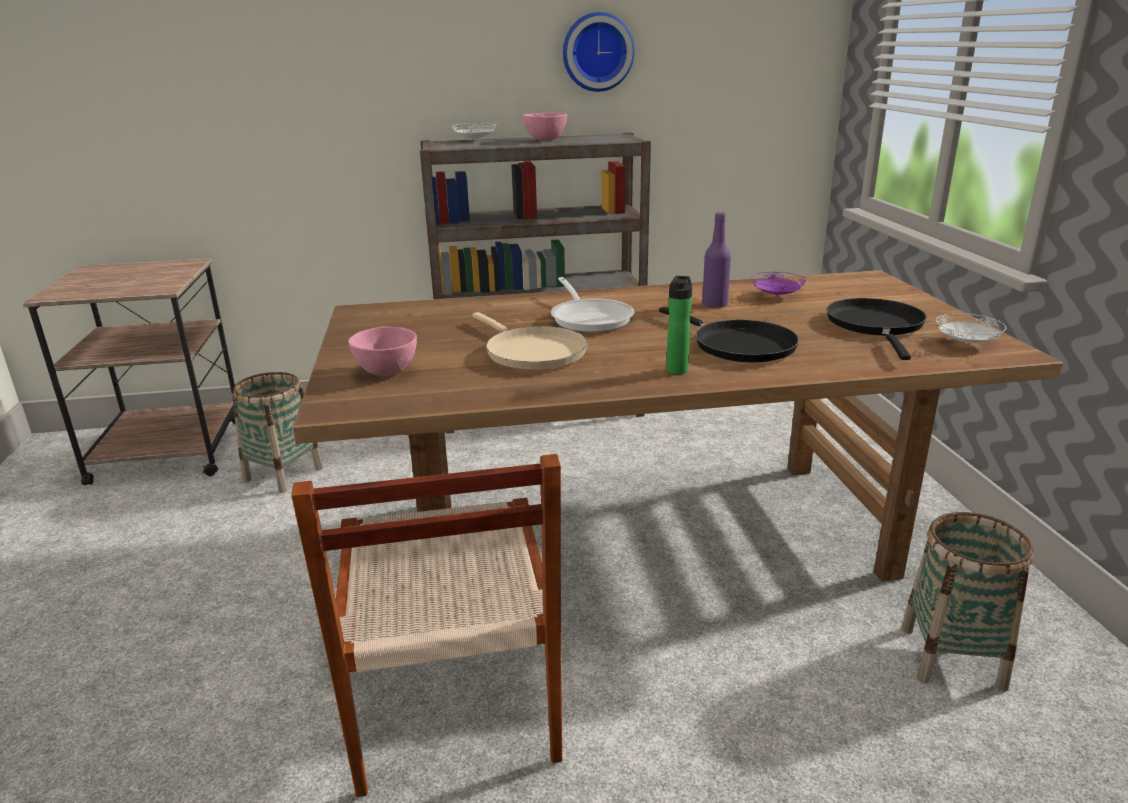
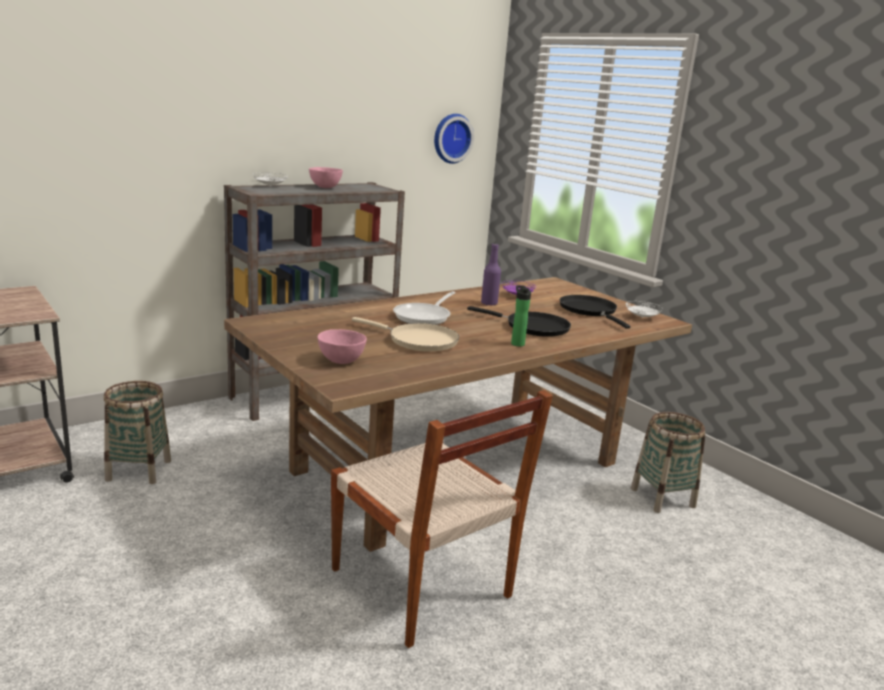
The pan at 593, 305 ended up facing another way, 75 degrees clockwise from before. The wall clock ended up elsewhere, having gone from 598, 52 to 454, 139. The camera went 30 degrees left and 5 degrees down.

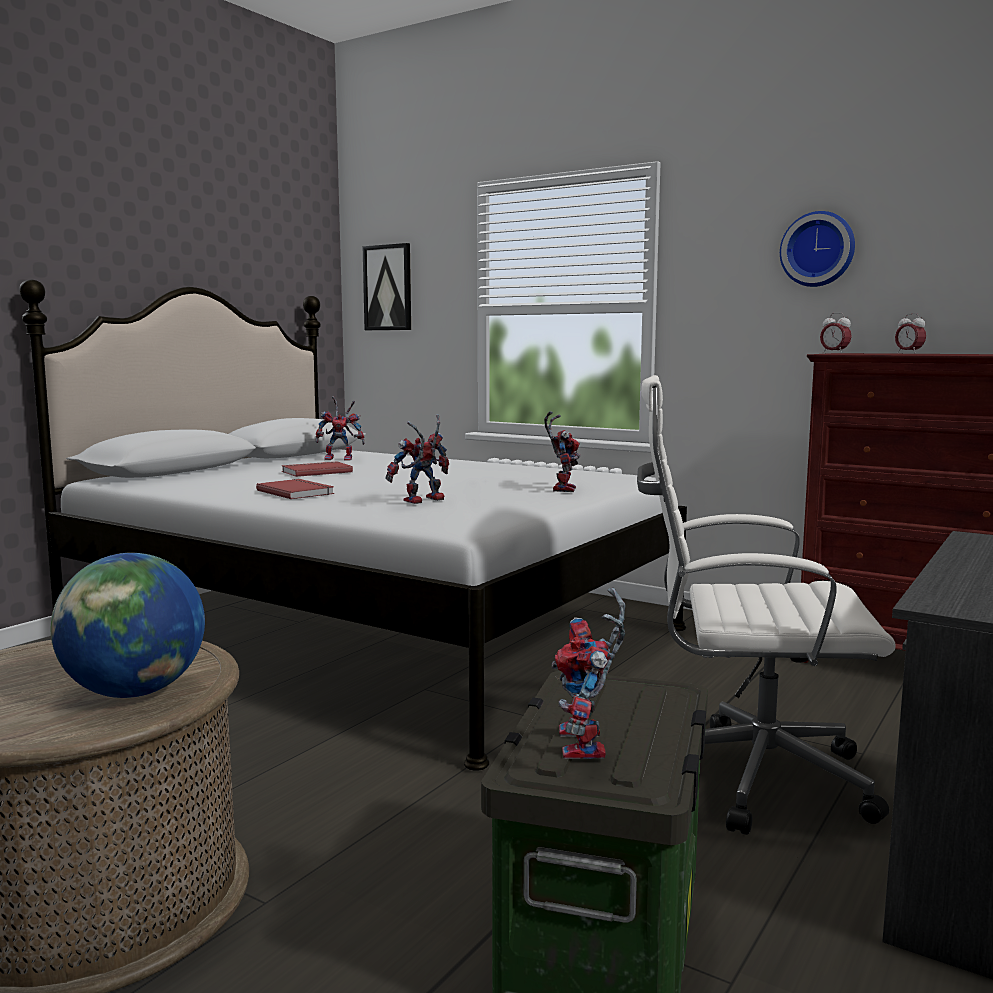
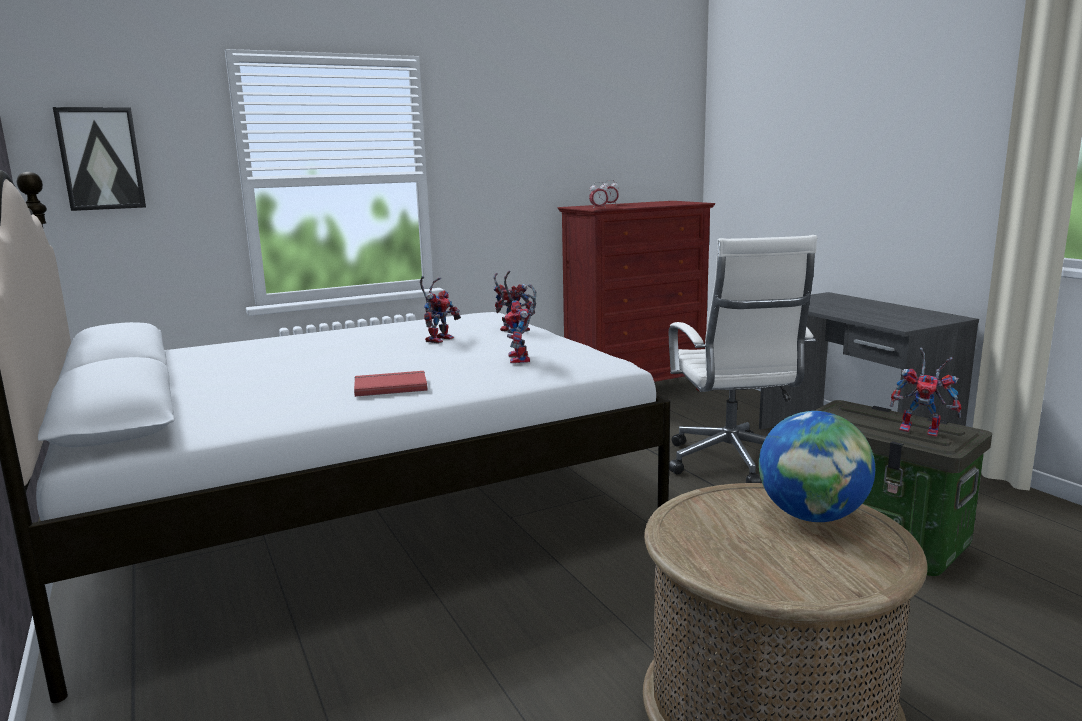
The toy robot ended up elsewhere, having gone from 339, 428 to 440, 310. The white desk chair at 766, 605 ended up facing another way, 45 degrees counterclockwise from before. The second view lost the red bound book at 317, 469. The second view lost the wall clock at 817, 249. The camera went 60 degrees left and 5 degrees up.

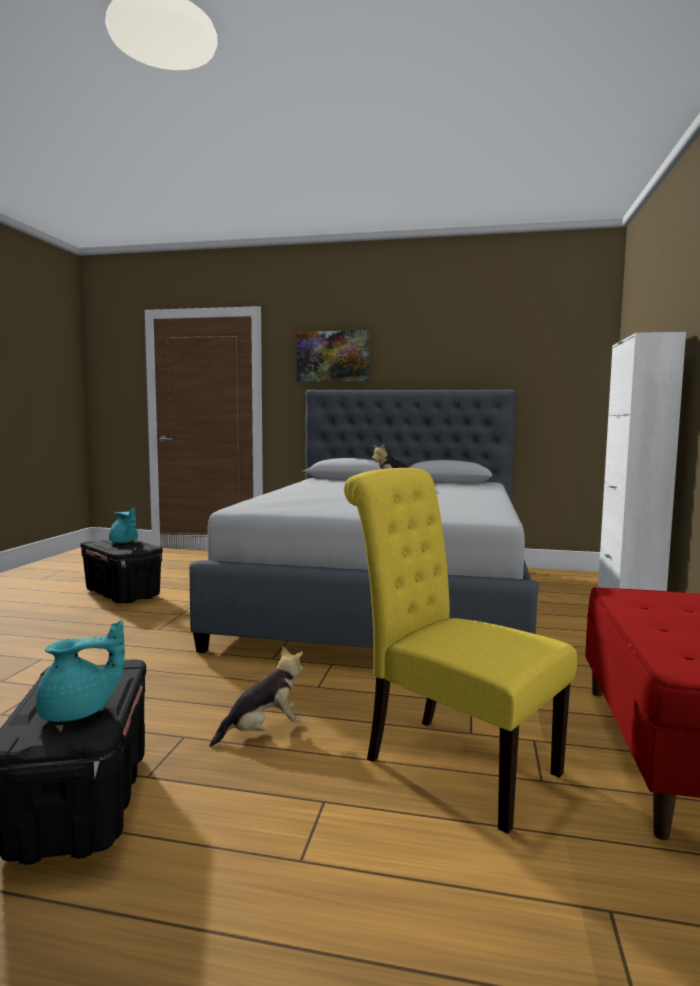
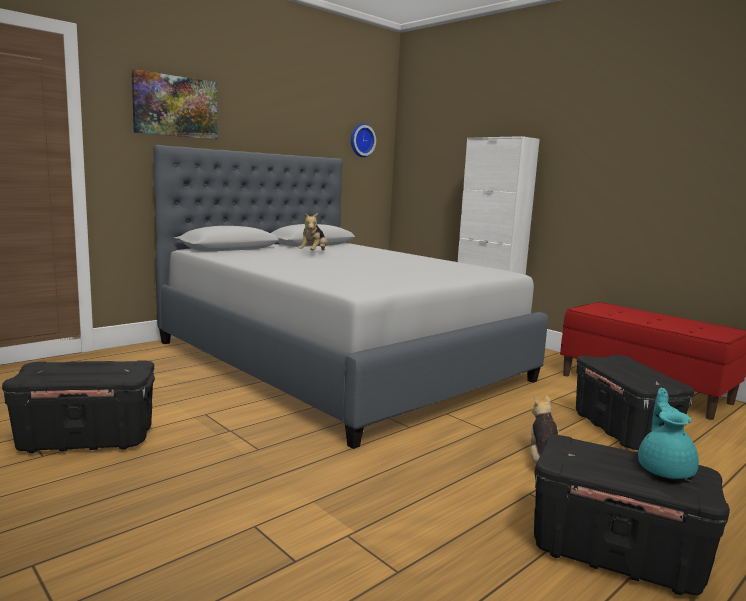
The second view gained the wall clock at 363, 140. Where the yellow-coloured chair stood at 460, 651, the blackish storage bin came to stand at 635, 402. The second view lost the blue-green teapot at 123, 525. The camera went 55 degrees left and 5 degrees up.

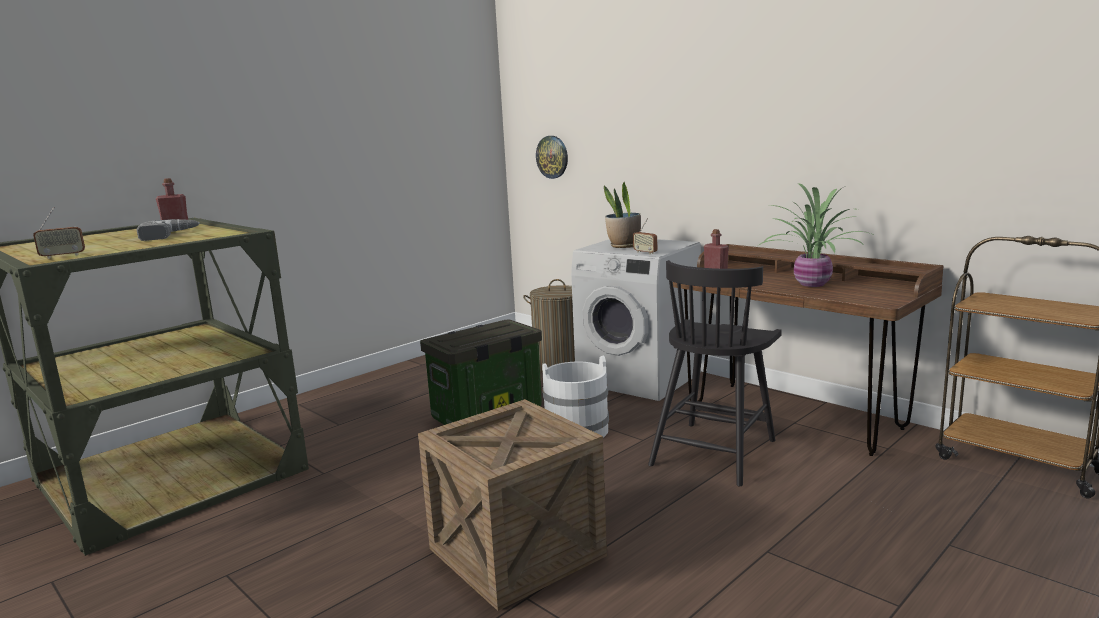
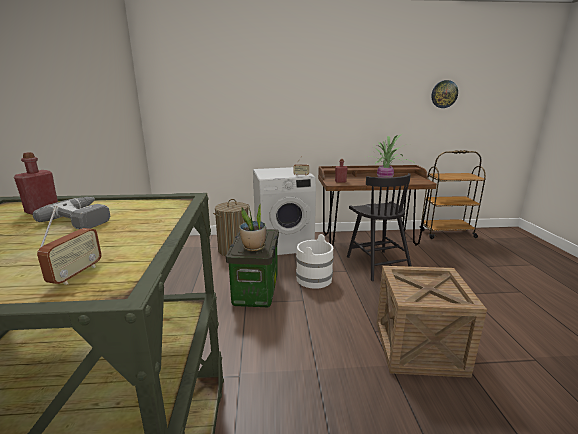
The potted plant ended up elsewhere, having gone from 622, 215 to 252, 227. The wall clock ended up elsewhere, having gone from 552, 157 to 444, 94. The camera went 50 degrees left and 5 degrees up.

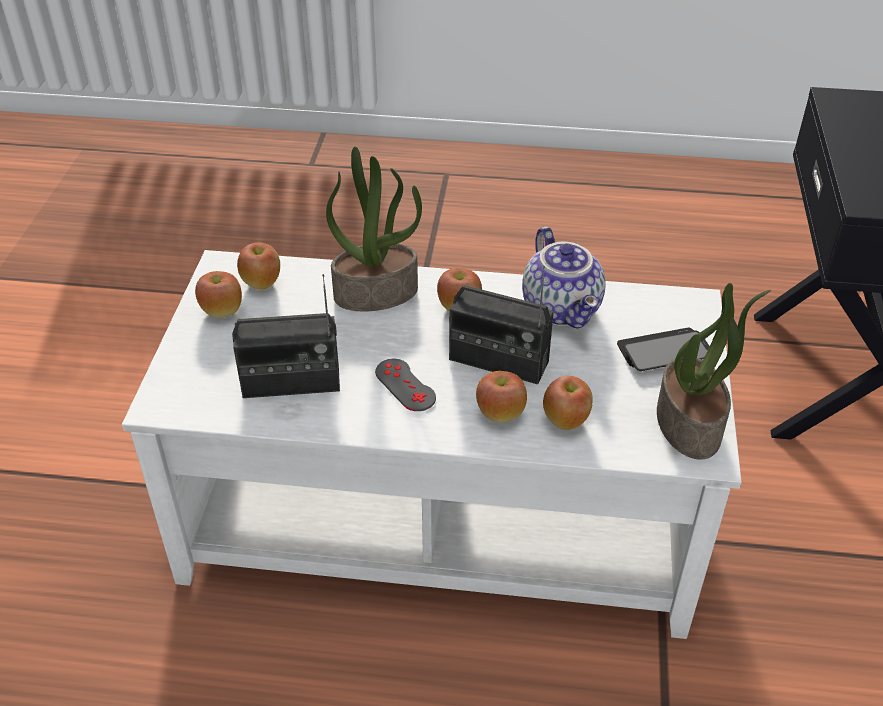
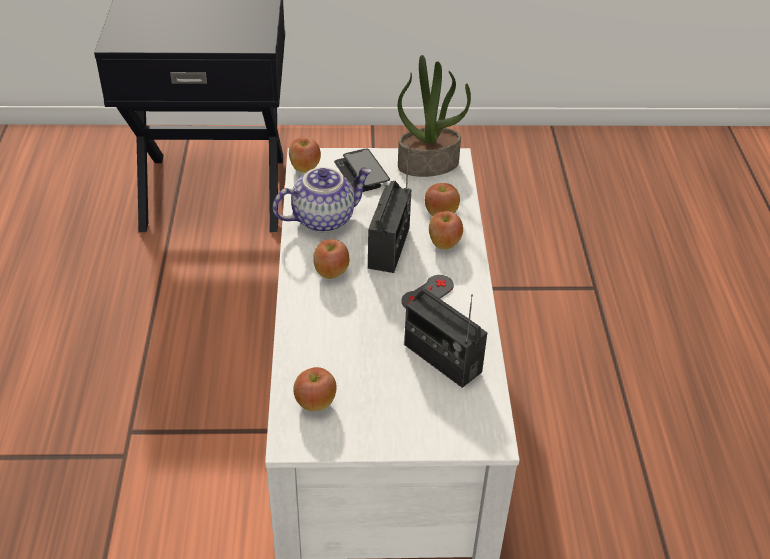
The apple ended up elsewhere, having gone from 218, 294 to 305, 155. The radio at 286, 336 ended up facing another way, 150 degrees clockwise from before. The second view lost the potted plant at 374, 229. The camera went 100 degrees left and 0 degrees up.

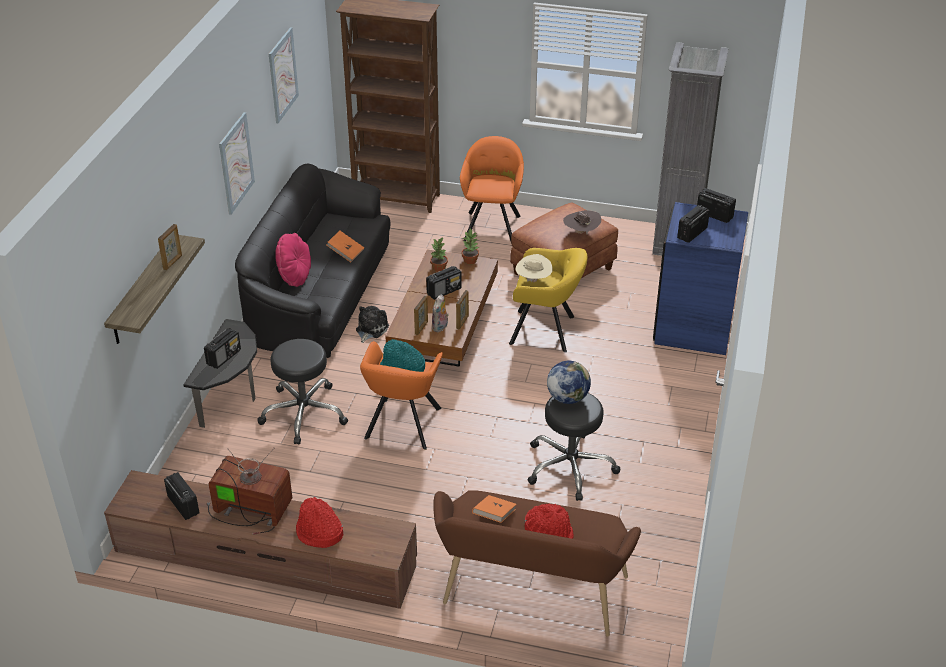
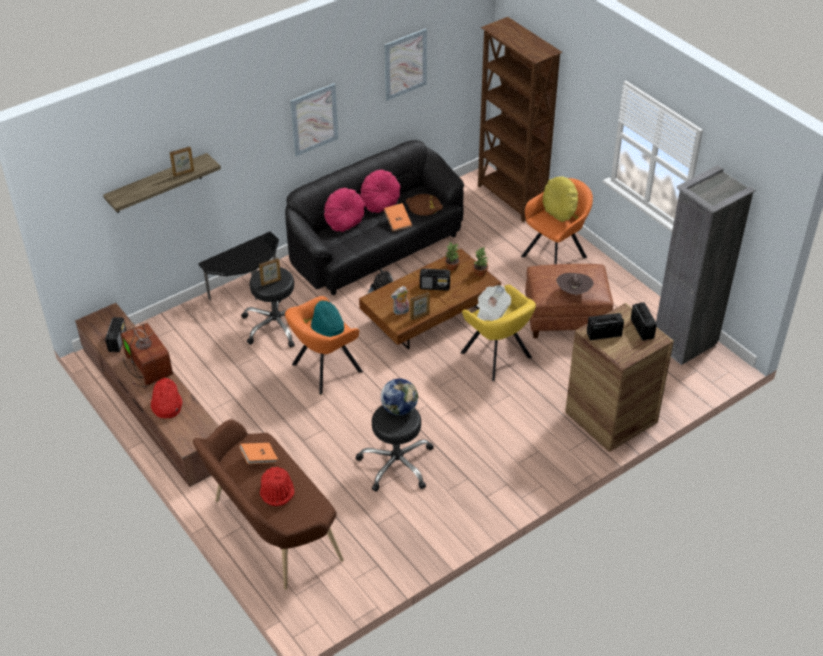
The picture frame ended up elsewhere, having gone from 421, 315 to 270, 272. The second view gained the pinkish pillow at 380, 191. The second view gained the brown carrying tray at 424, 205. Where the beige clothing hat stood at 534, 268, the daily paper came to stand at 494, 303. The second view gained the yellow-coloured pillow at 560, 199. What was the bluish cabinet at 700, 278 turned into the brown cabinet at 619, 377. The second view lost the radio at 222, 348. The camera went 40 degrees right and 5 degrees up.

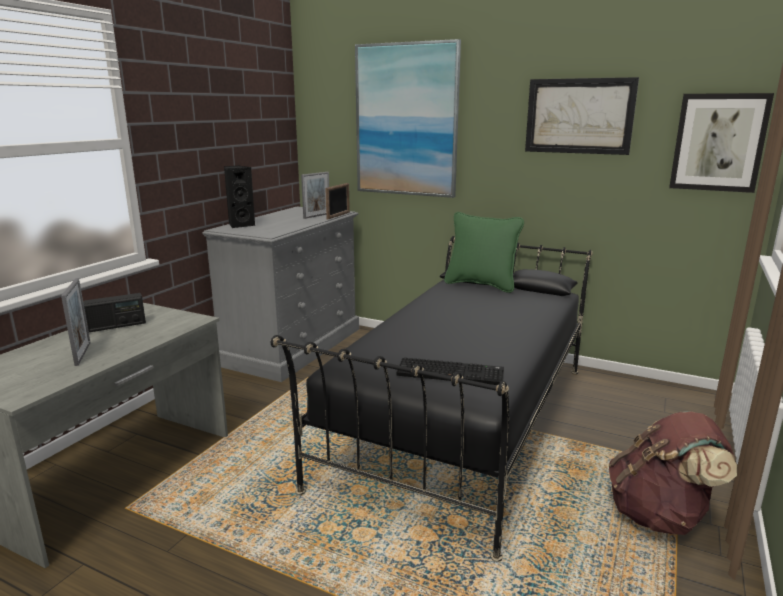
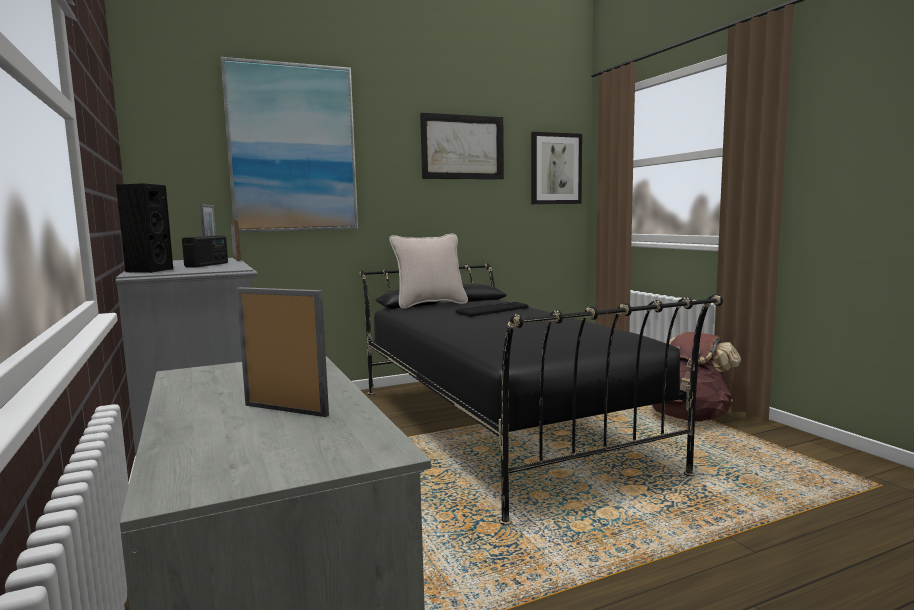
The radio ended up elsewhere, having gone from 114, 312 to 205, 251. What was the green-coloured pillow at 484, 252 turned into the beige pillow at 428, 271. The PC keyboard ended up elsewhere, having gone from 450, 371 to 492, 309. The camera went 50 degrees left and 10 degrees down.

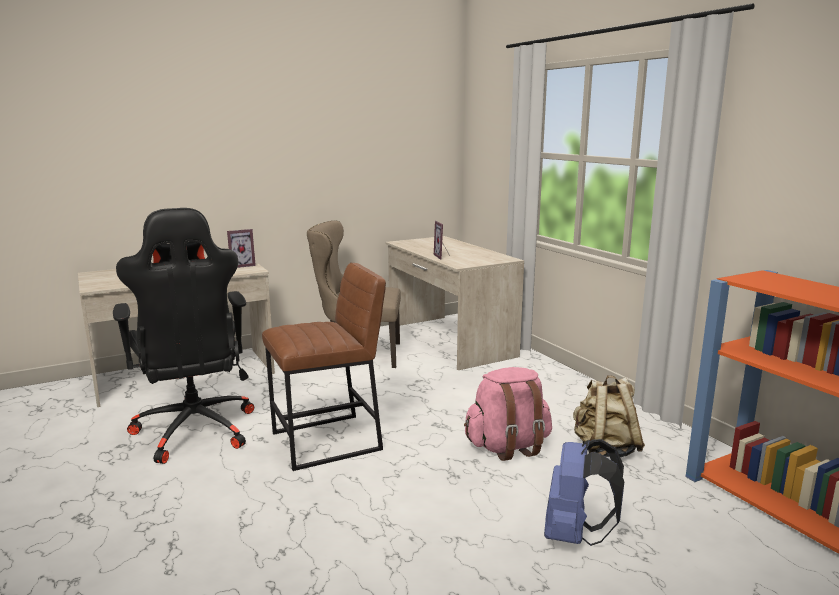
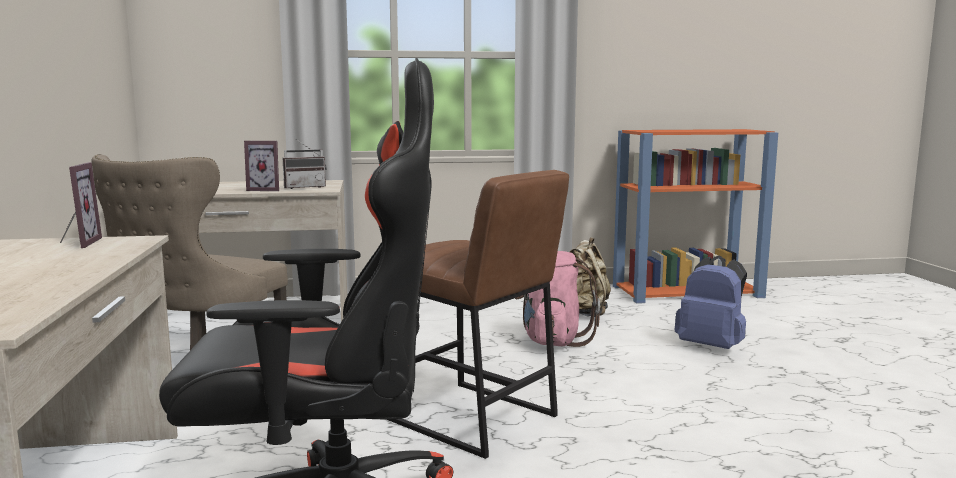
The second view gained the radio at 305, 164. The brown chair at 324, 367 ended up facing another way, 135 degrees clockwise from before. The camera went 70 degrees left and 5 degrees down.

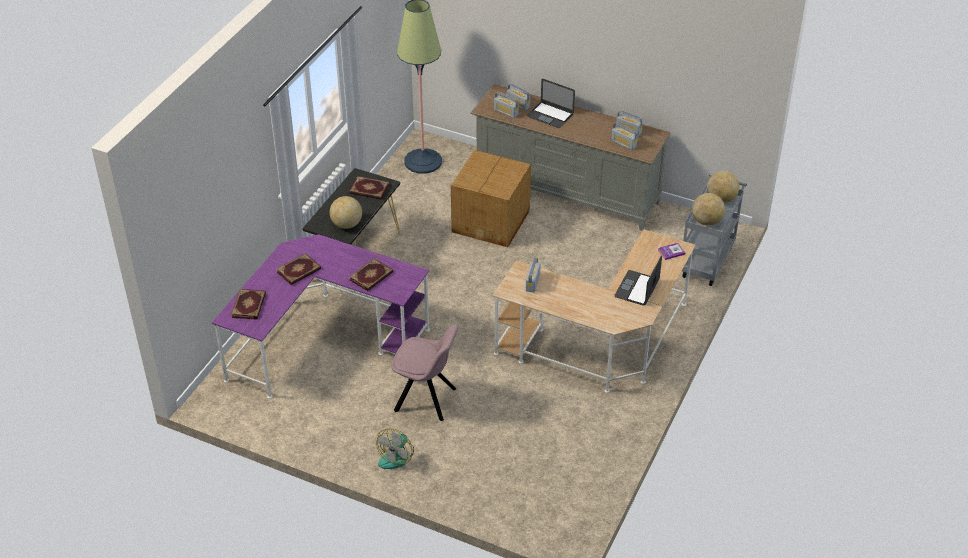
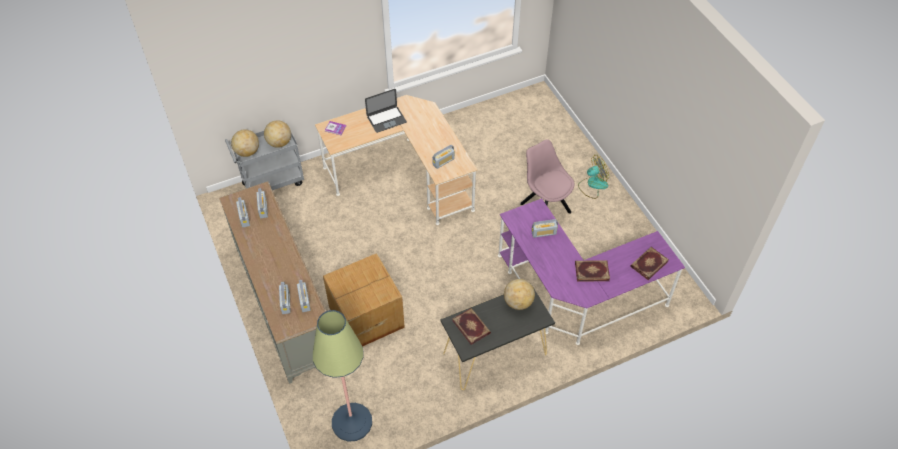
Where the bound book stood at 371, 274, the radio came to stand at 544, 228. The second view lost the portable computer at 551, 103. The camera went 140 degrees left and 10 degrees up.

